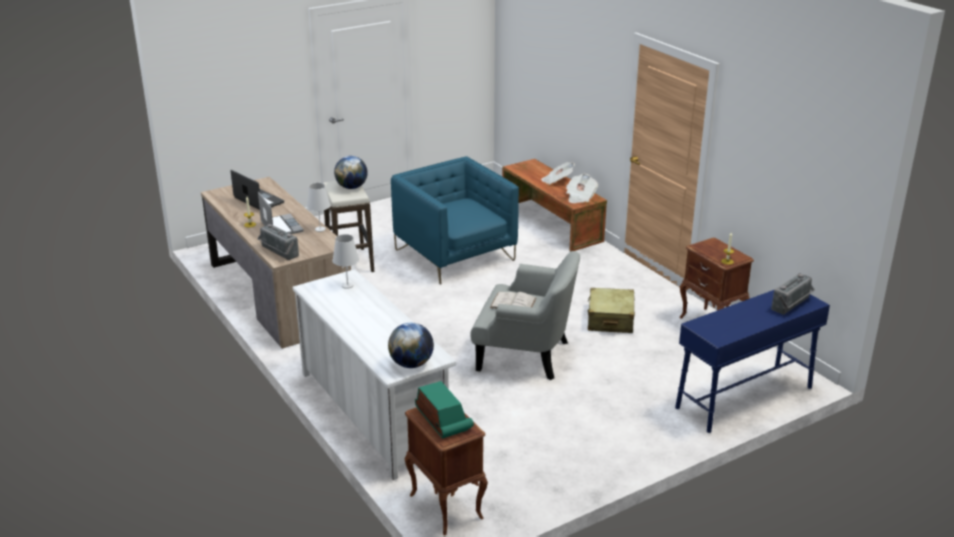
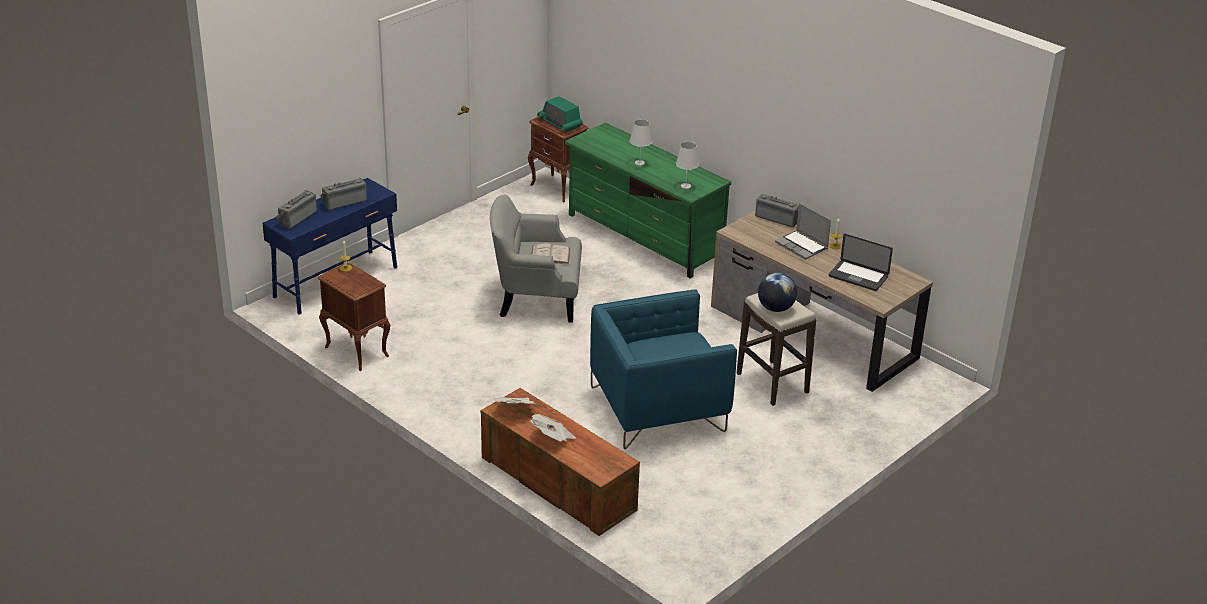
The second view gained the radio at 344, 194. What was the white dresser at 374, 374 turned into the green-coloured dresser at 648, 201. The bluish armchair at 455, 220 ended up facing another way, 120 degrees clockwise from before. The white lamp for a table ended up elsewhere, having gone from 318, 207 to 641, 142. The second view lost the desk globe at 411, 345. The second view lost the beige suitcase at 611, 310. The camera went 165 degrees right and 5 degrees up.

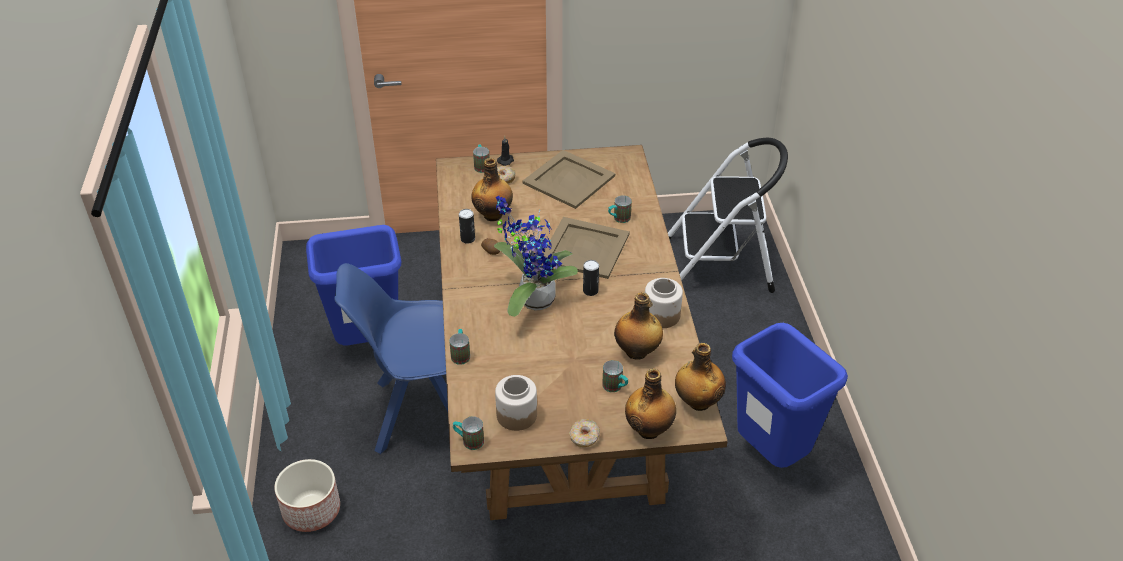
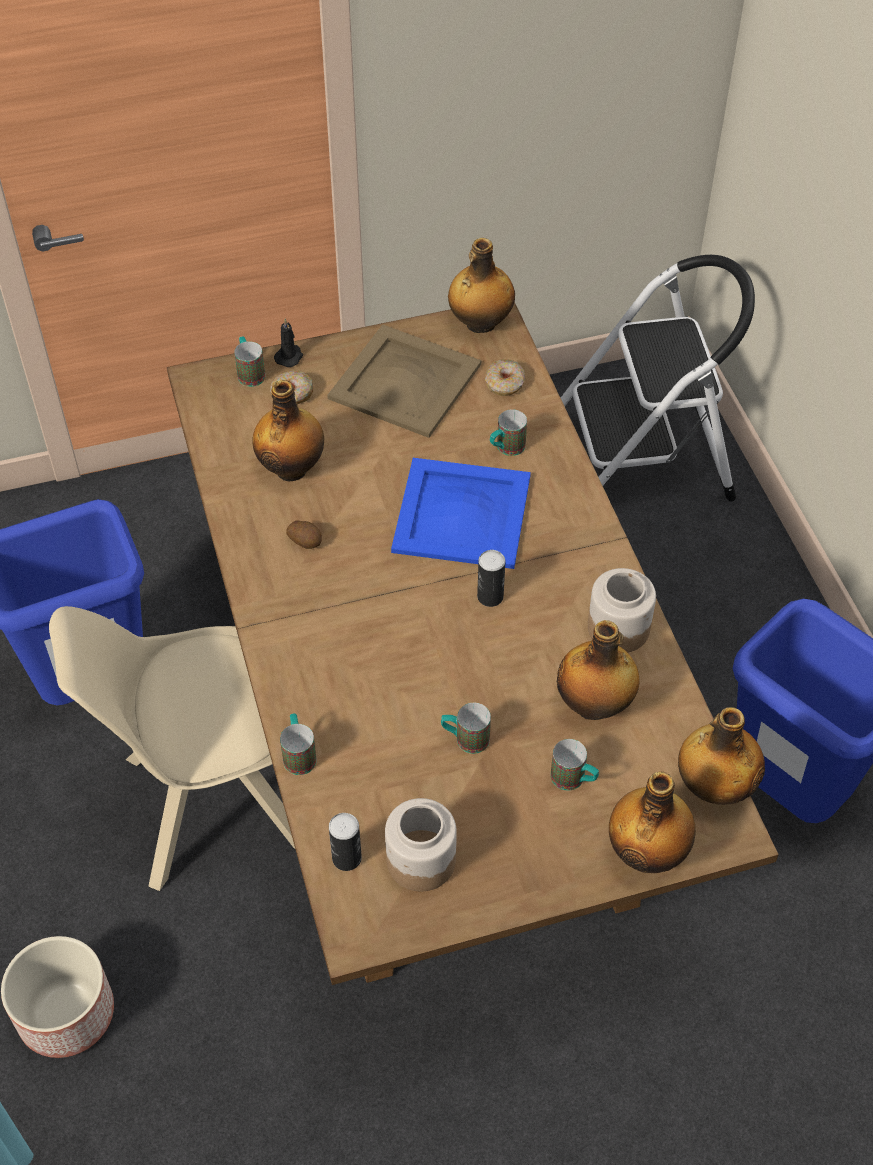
What was the bluish chair at 391, 358 turned into the beige chair at 172, 748. The metal can ended up elsewhere, having gone from 467, 226 to 345, 842. What was the beige carrying tray at 586, 248 turned into the bluish carrying tray at 461, 513. The coffee mug ended up elsewhere, having gone from 468, 433 to 466, 728. The second view gained the drink bottle at 481, 285. The ring doughnut ended up elsewhere, having gone from 584, 433 to 505, 377. The second view lost the potted plant at 536, 256. The camera went 10 degrees left and 10 degrees up.

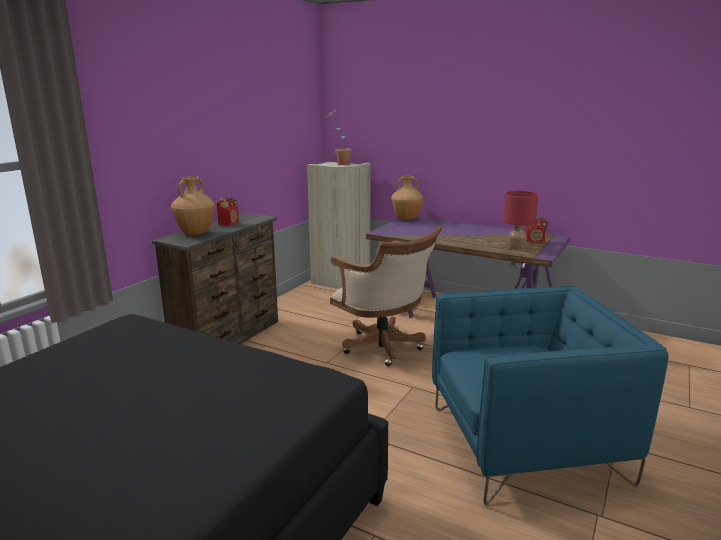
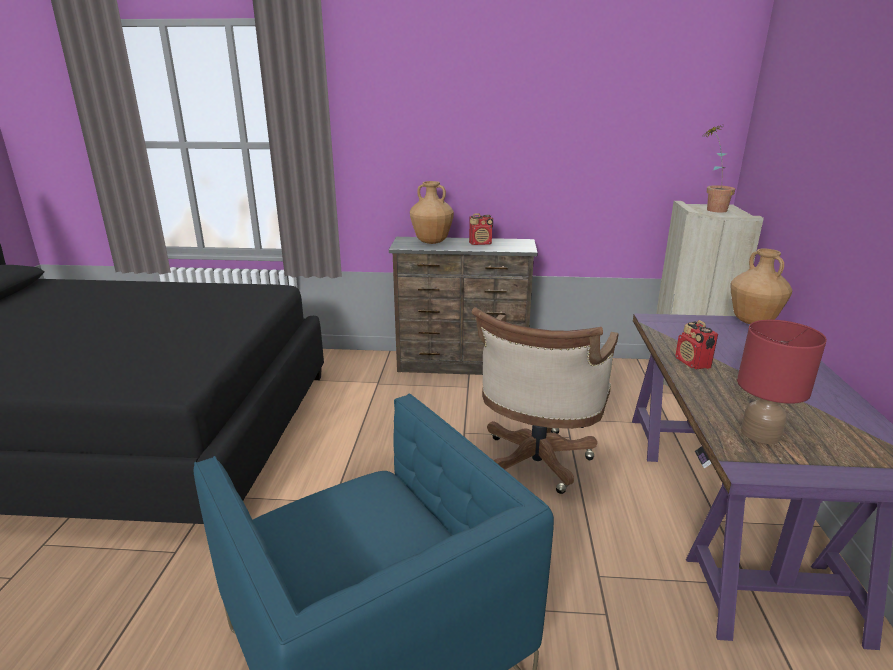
The radio ended up elsewhere, having gone from 537, 230 to 696, 345. The camera went 65 degrees right and 5 degrees up.

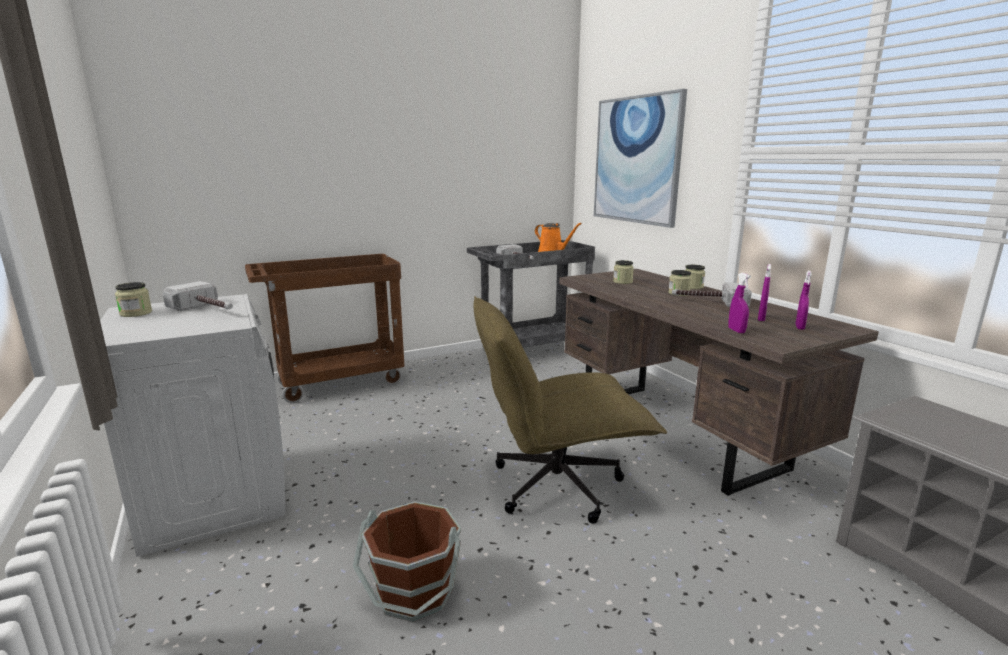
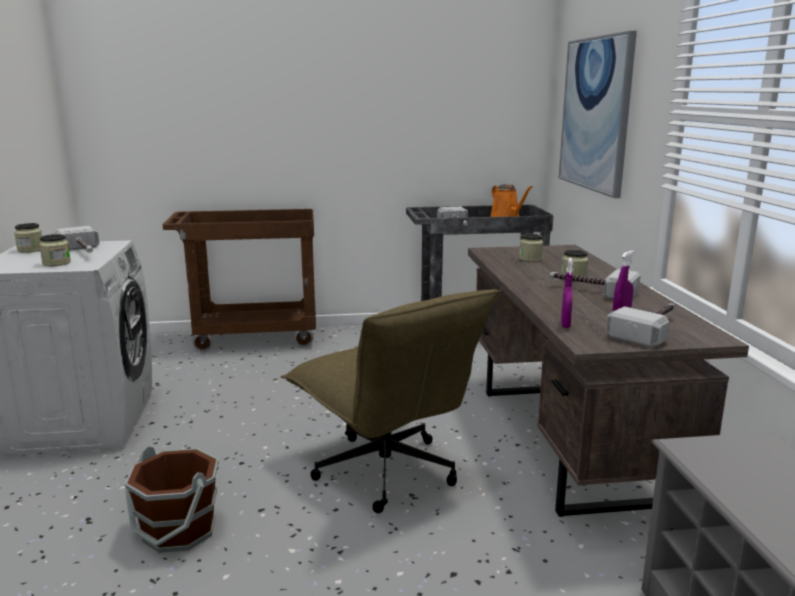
The storage jar ended up elsewhere, having gone from 695, 277 to 55, 250. The beige desk chair at 570, 410 ended up facing another way, 135 degrees counterclockwise from before. Where the purplish sprayer stood at 803, 300, the hammer came to stand at 640, 325. The camera went 20 degrees right and 0 degrees up.

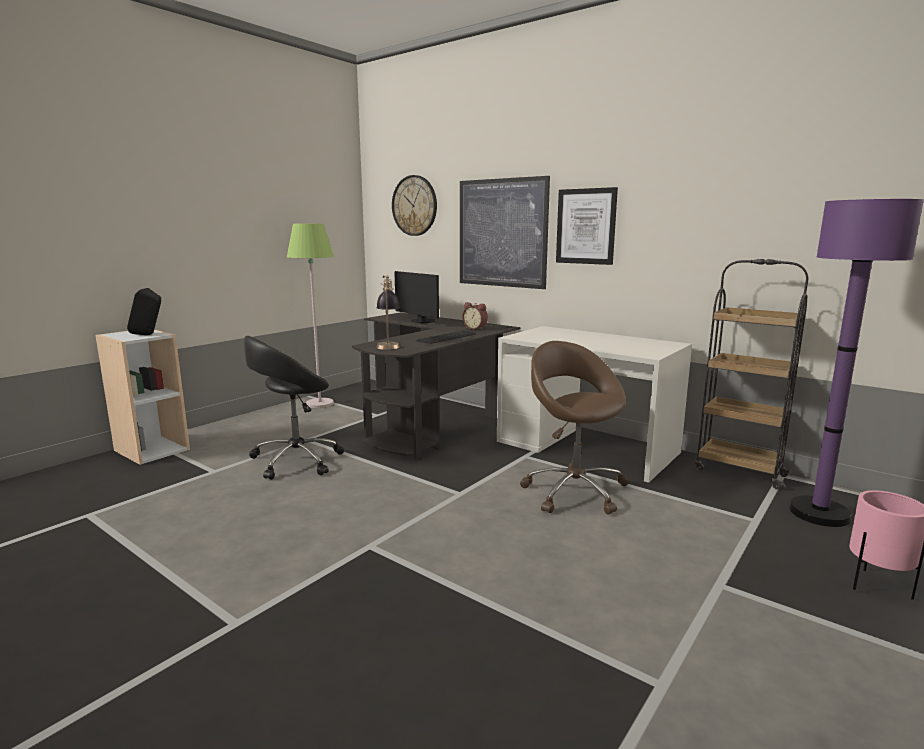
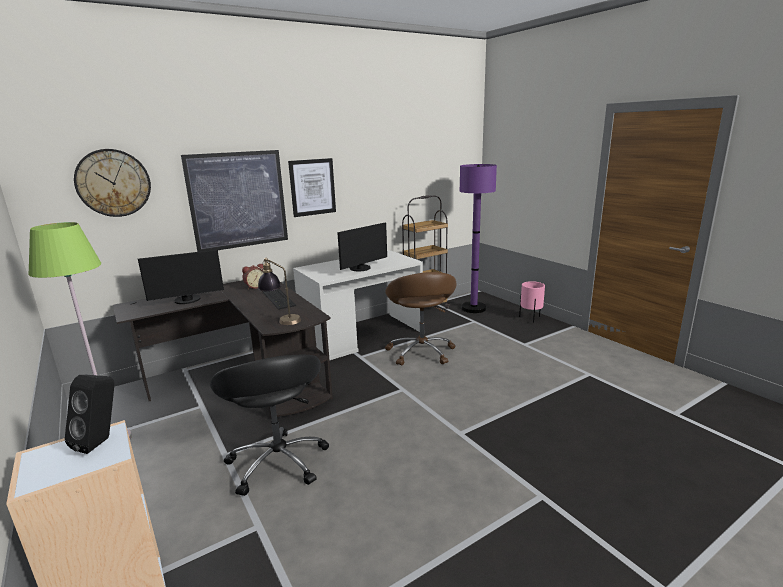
The second view gained the computer screen at 362, 246. The brown desk chair at 574, 427 ended up facing another way, 75 degrees counterclockwise from before. The camera went 70 degrees left and 5 degrees up.

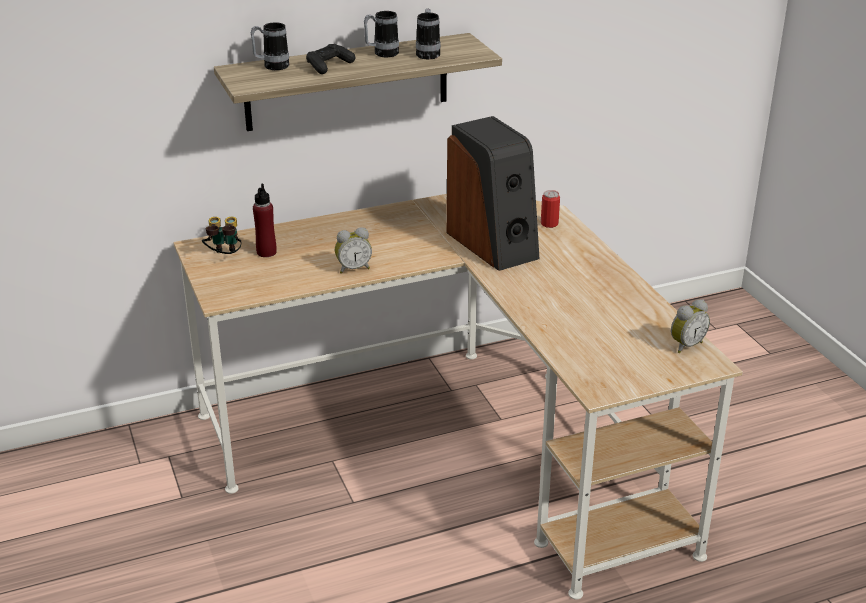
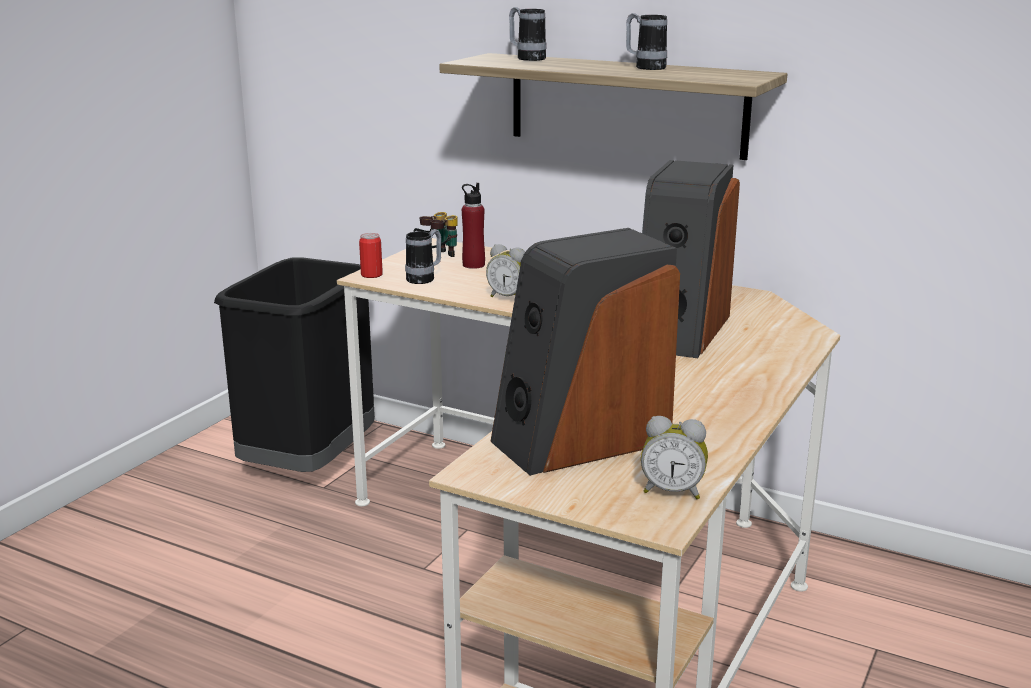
The second view gained the blackish waste bin at 294, 365. The metal can ended up elsewhere, having gone from 550, 209 to 371, 255. The coffee mug ended up elsewhere, having gone from 428, 34 to 423, 256. The second view gained the speaker at 585, 352. The second view lost the blackish gamepad at 330, 59. The camera went 50 degrees right and 10 degrees down.

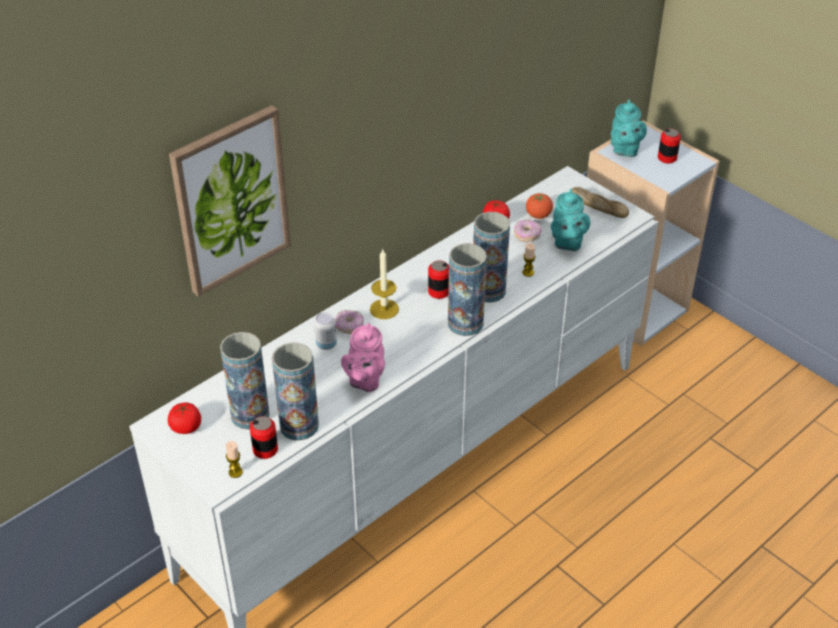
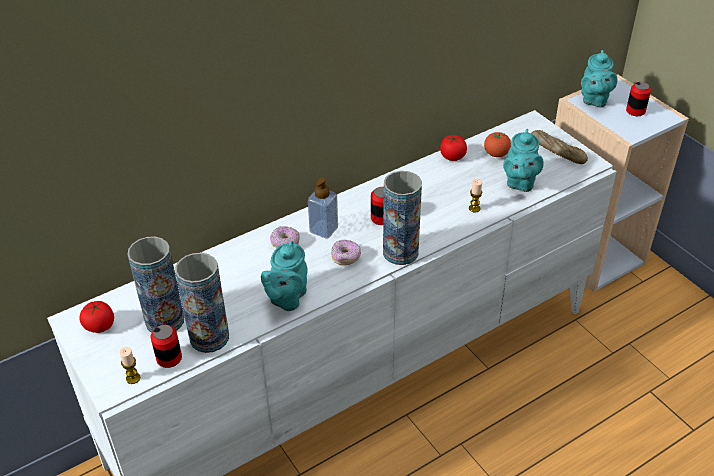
What was the pinkish teapot at 363, 357 turned into the blue-green teapot at 284, 276. Where the wax light stood at 384, 284, the soap dispenser came to stand at 323, 208. The ring doughnut ended up elsewhere, having gone from 528, 231 to 346, 252. The second view lost the picture at 230, 201. The second view lost the metal can at 325, 331. The second view lost the vase at 491, 257. The camera went 10 degrees right and 0 degrees up.

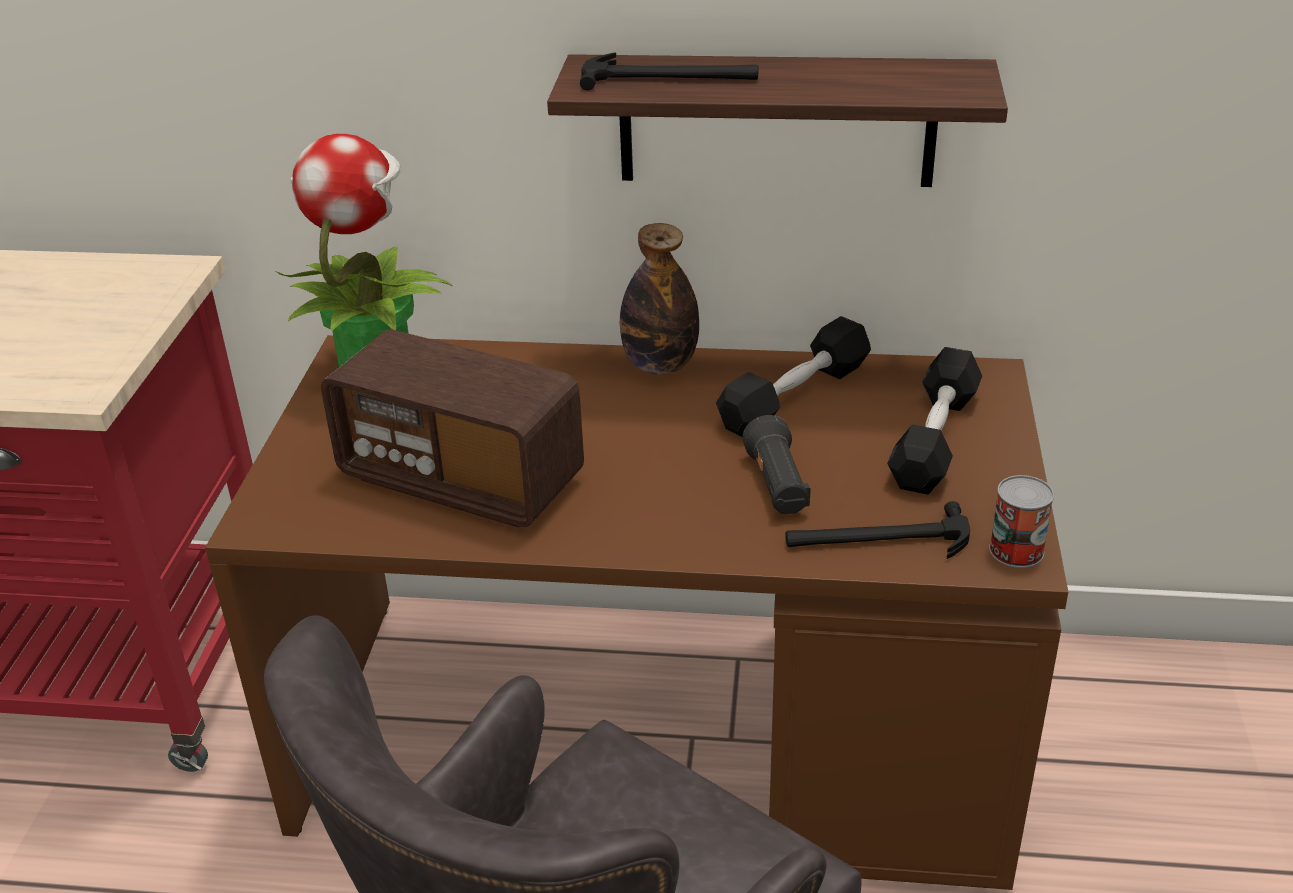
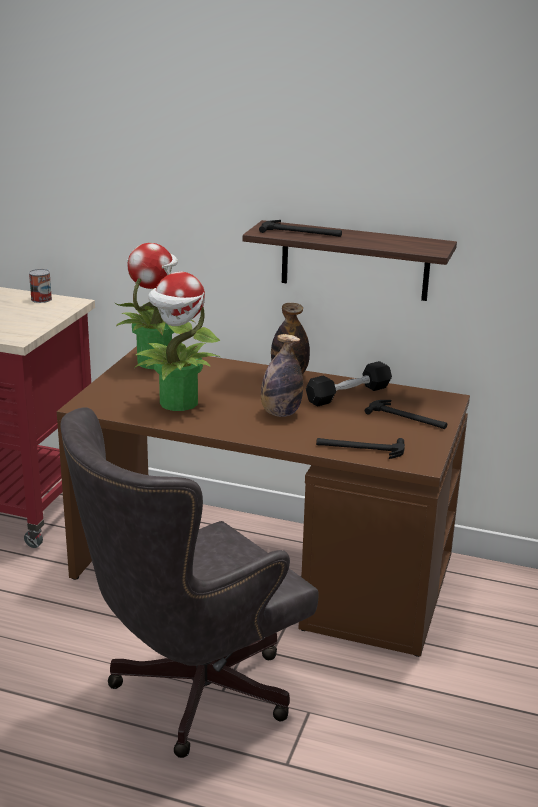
The metal can ended up elsewhere, having gone from 1021, 521 to 40, 286. Where the radio stood at 452, 428, the potted plant came to stand at 177, 341. The second view gained the drink bottle at 282, 375. Where the blackish free weight stood at 934, 421, the hammer came to stand at 406, 414. The second view lost the blackish hand torch at 776, 464. The camera went 10 degrees right and 10 degrees down.

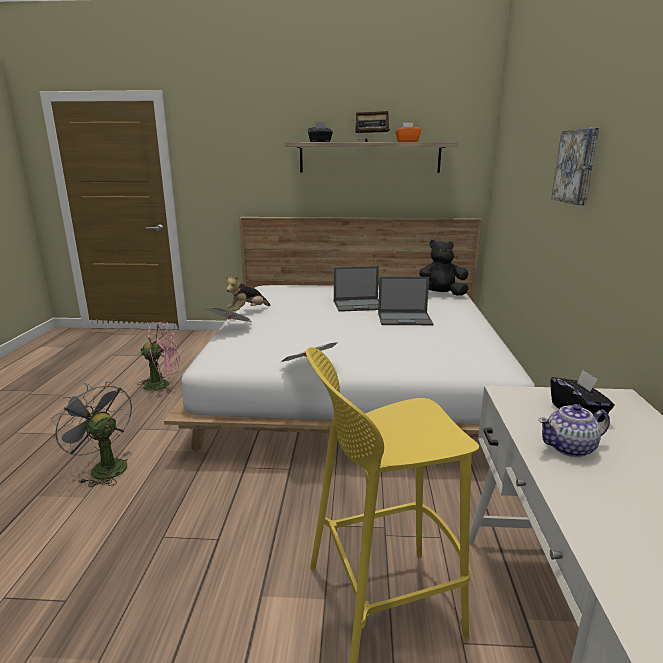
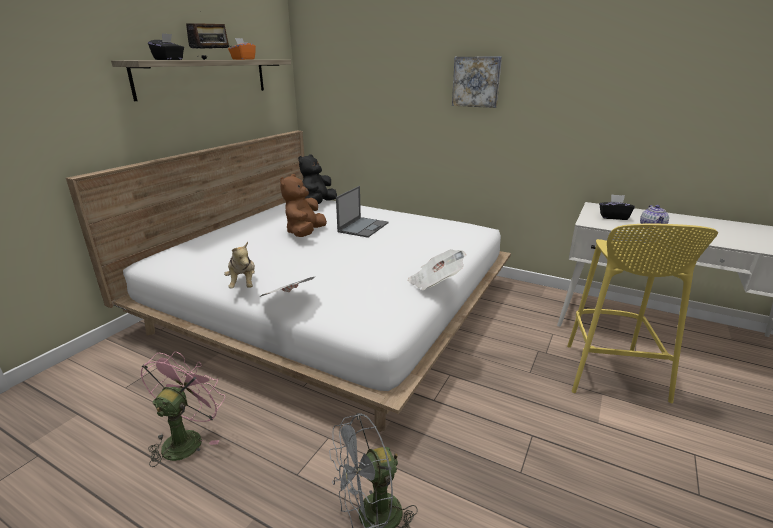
Where the portable computer stood at 356, 289, the brown cuddly toy came to stand at 303, 205. The camera went 65 degrees left and 5 degrees up.

